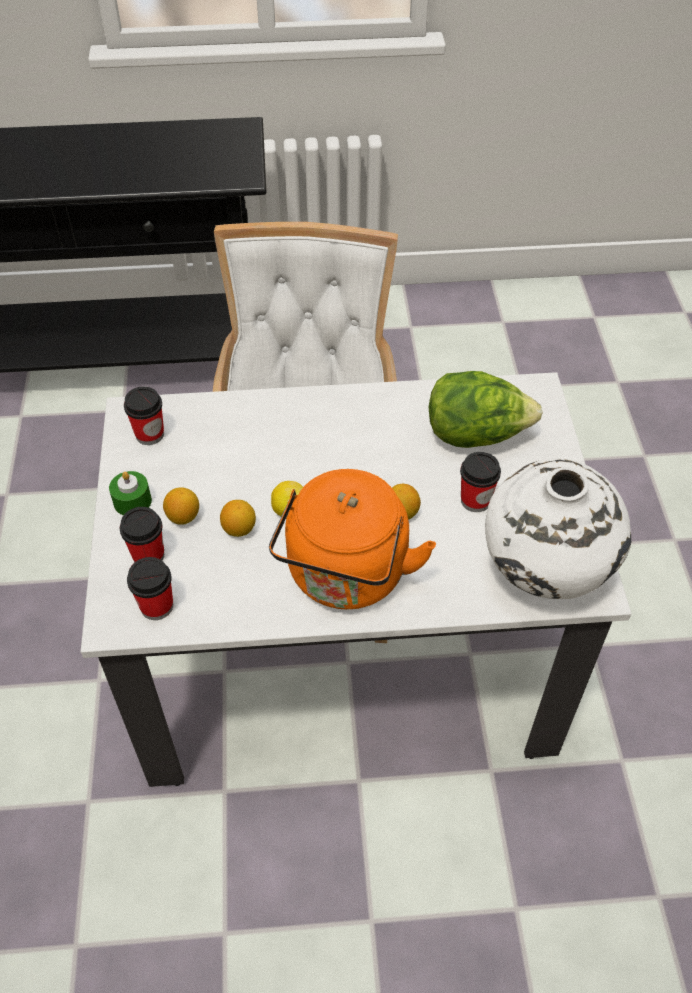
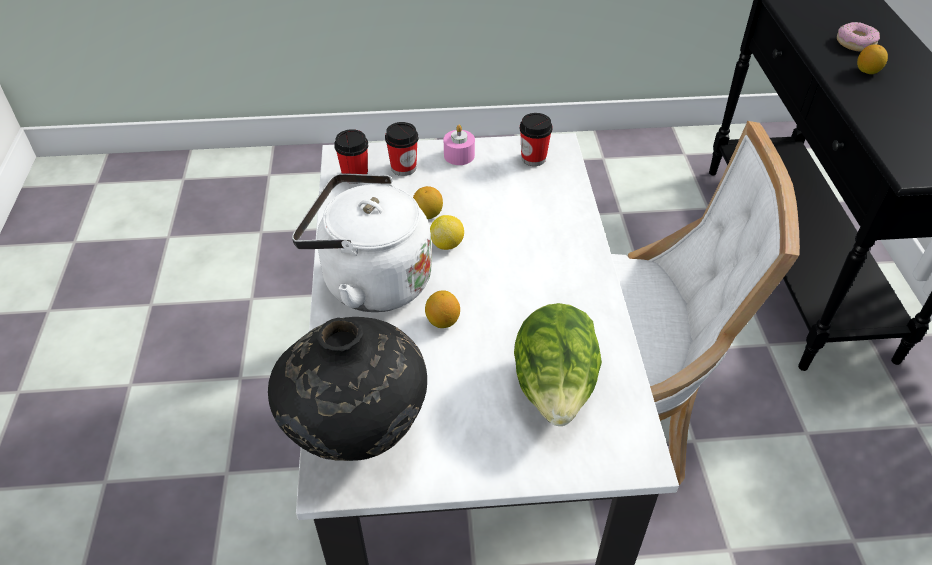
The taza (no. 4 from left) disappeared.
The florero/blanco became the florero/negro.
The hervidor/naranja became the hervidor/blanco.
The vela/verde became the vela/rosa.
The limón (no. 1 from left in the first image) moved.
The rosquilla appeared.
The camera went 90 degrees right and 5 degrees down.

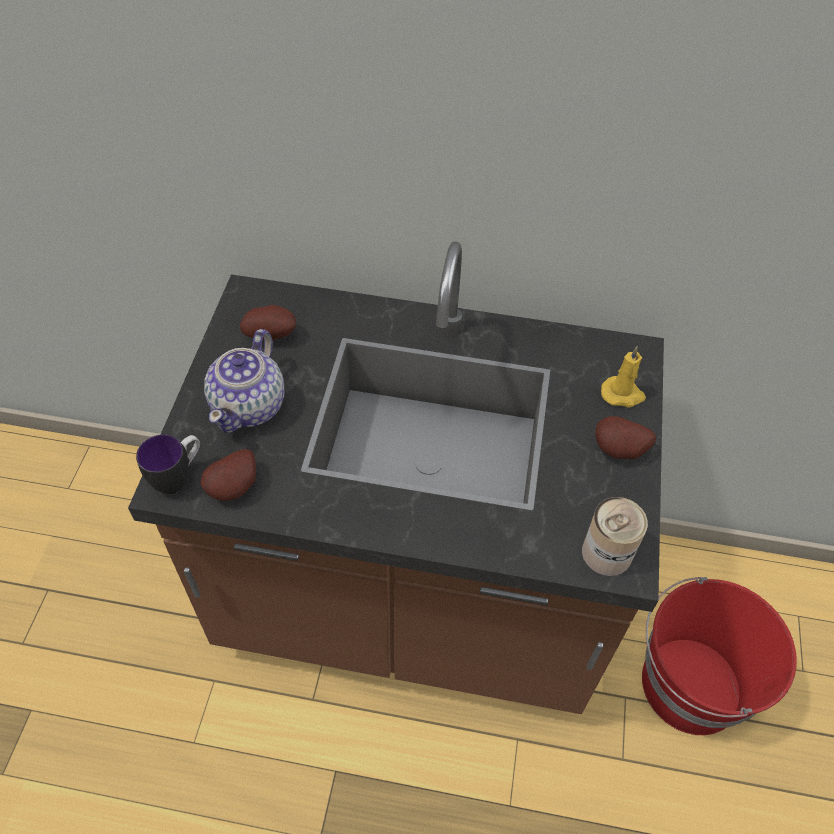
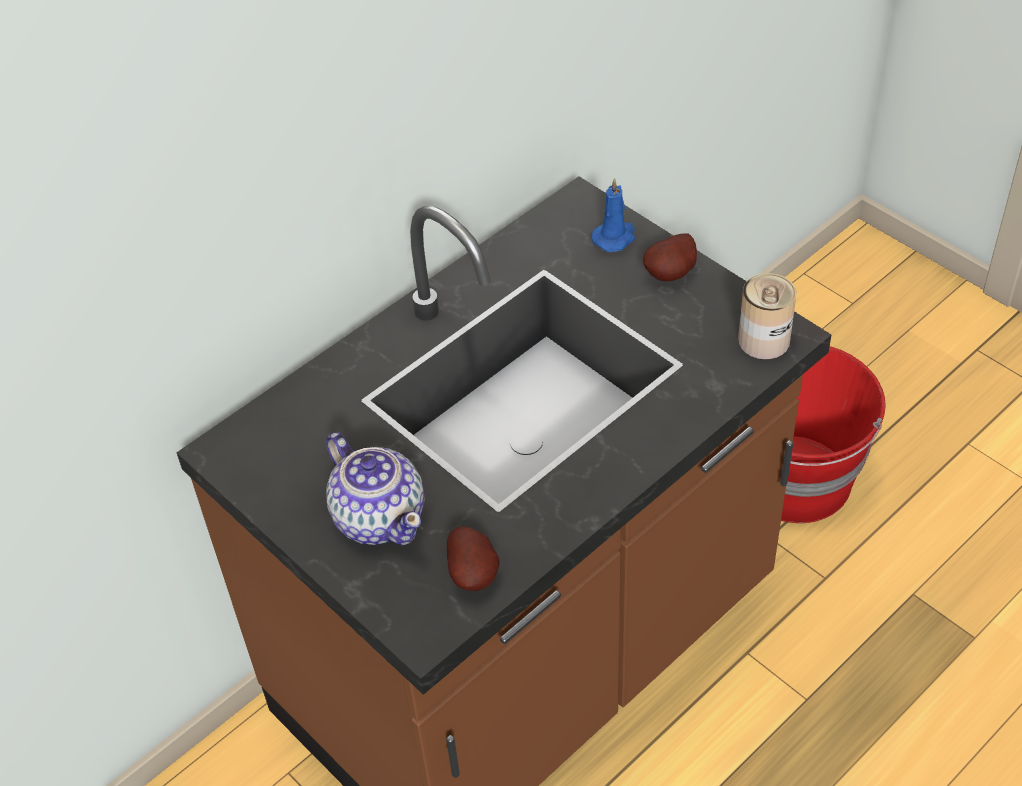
The patata (no. 2 from left) disappeared.
The vela/amarillo became the vela/azul.
The taza grande disappeared.
The camera went 50 degrees left and 5 degrees down.

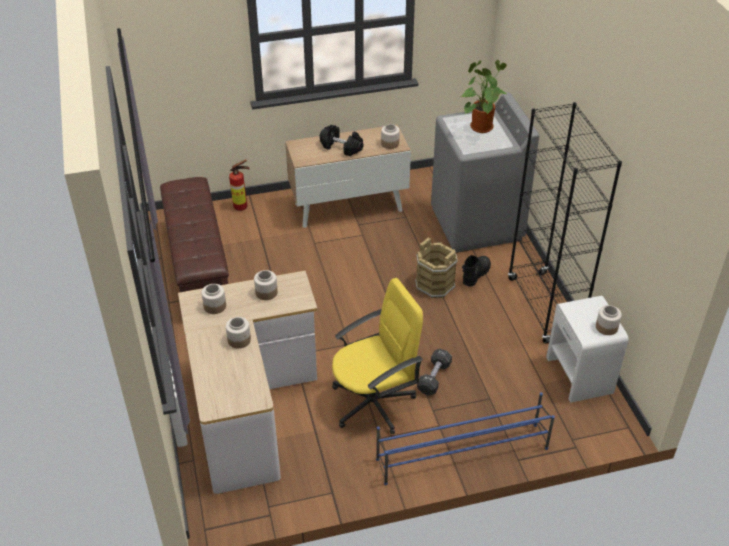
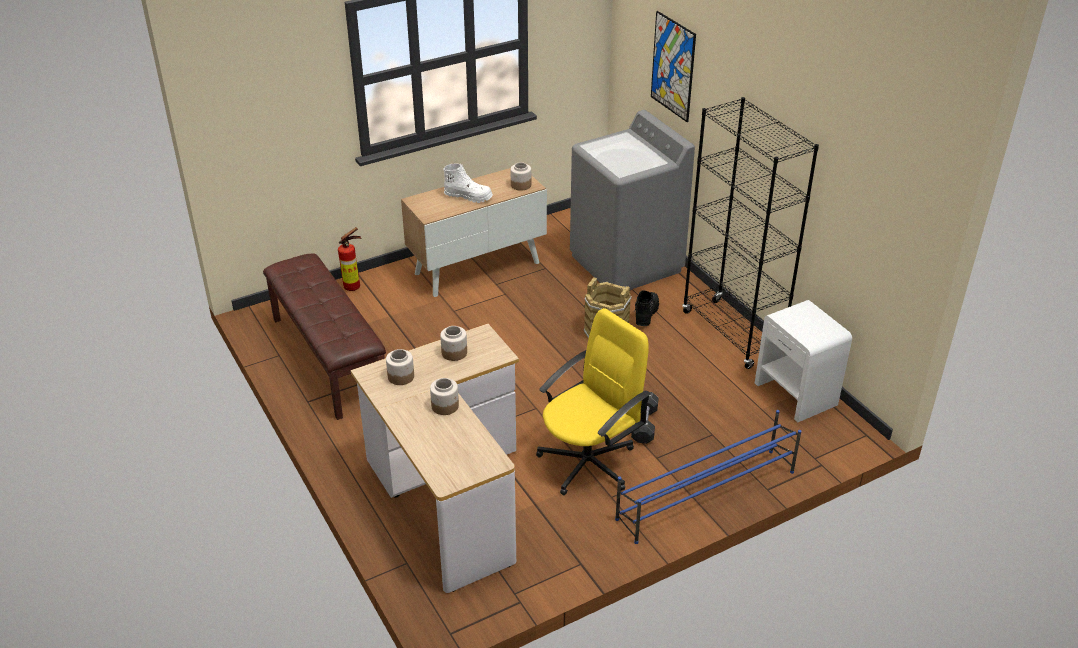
The planta en maceta disappeared.
The mancuerna/negro (no. 1 from left) was replaced by the bota/blanco.
The tarro (no. 5 from left) disappeared.
The cuadro appeared.
The camera went 15 degrees left and 5 degrees down.

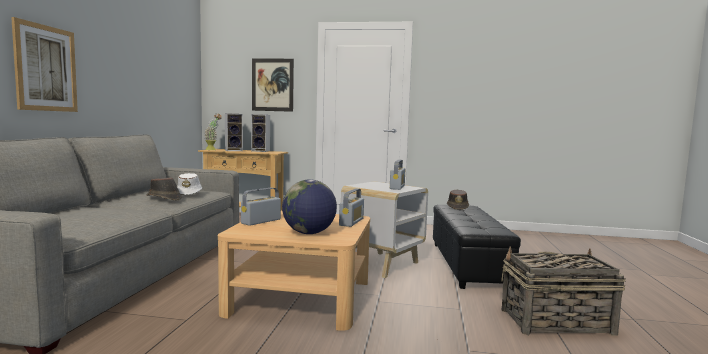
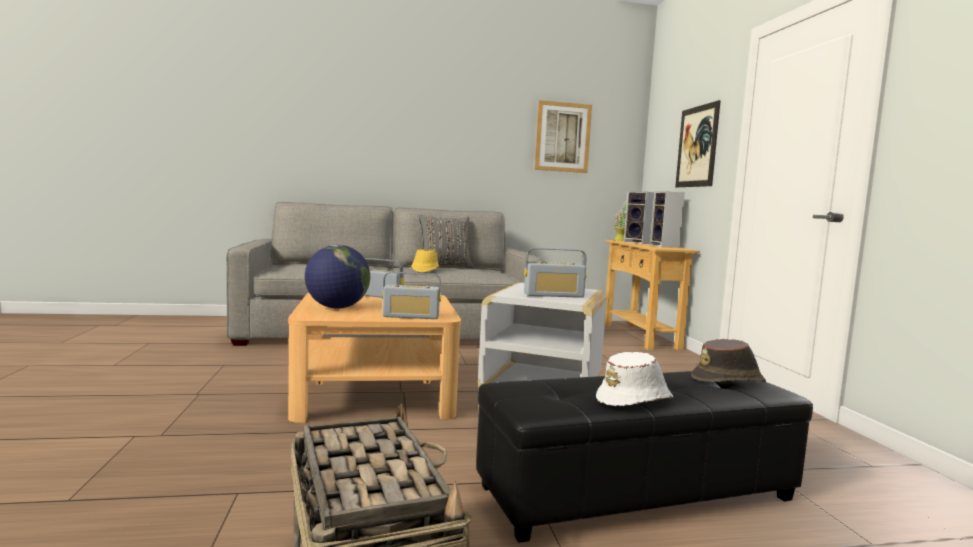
The cuadro (no. 1 from left) moved.
The sombrero/blanco moved.
The sombrero/marrón (no. 1 from left) became the sombrero/amarillo.
The cojín/gris appeared.
The camera went 70 degrees right and 0 degrees up.

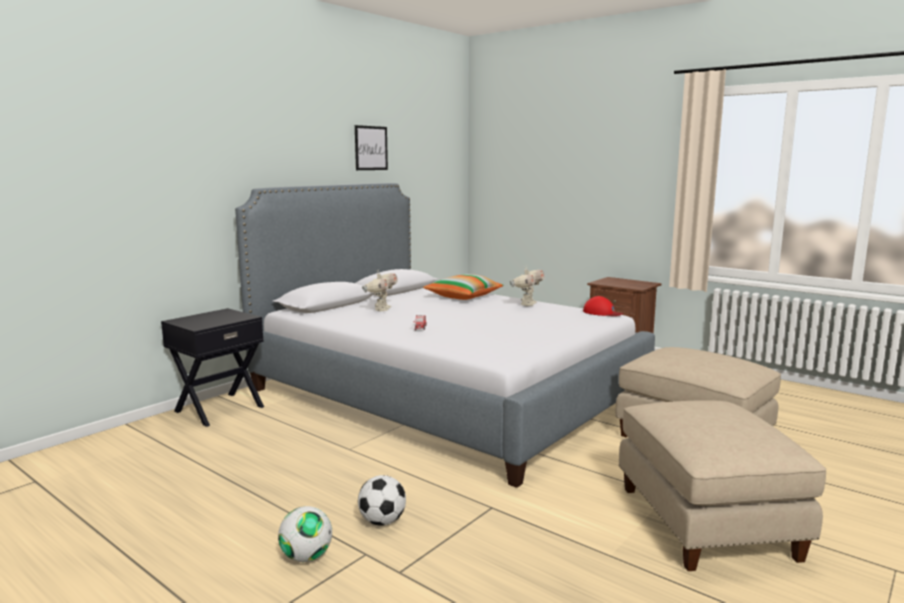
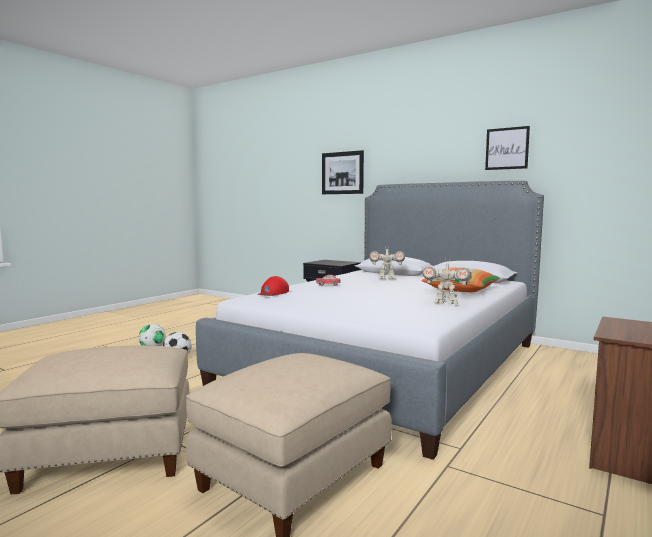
The gorra/rojo moved.
The cuadro (no. 1 from left) appeared.
The camera went 85 degrees right and 5 degrees down.

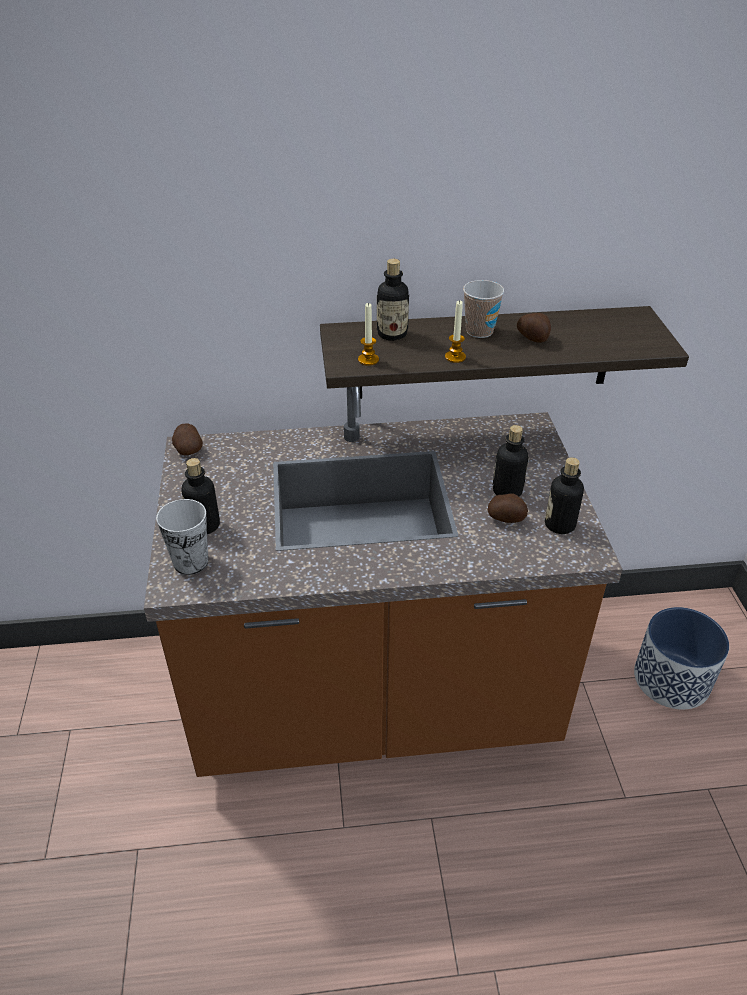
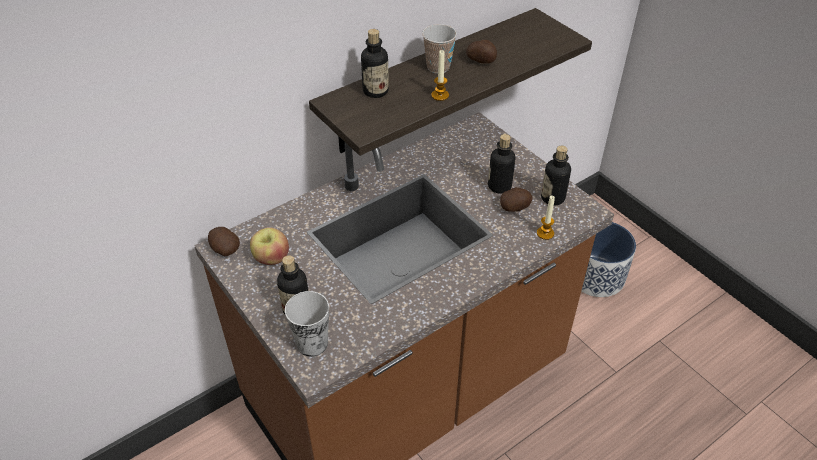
The vela (no. 1 from left in the first image) moved.
The manzana appeared.
The camera went 30 degrees left and 5 degrees up.

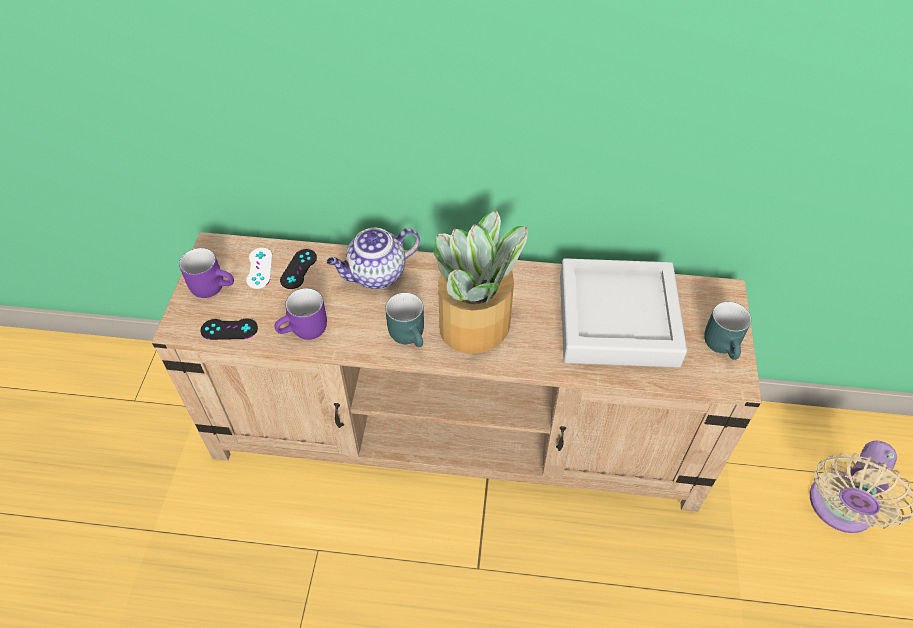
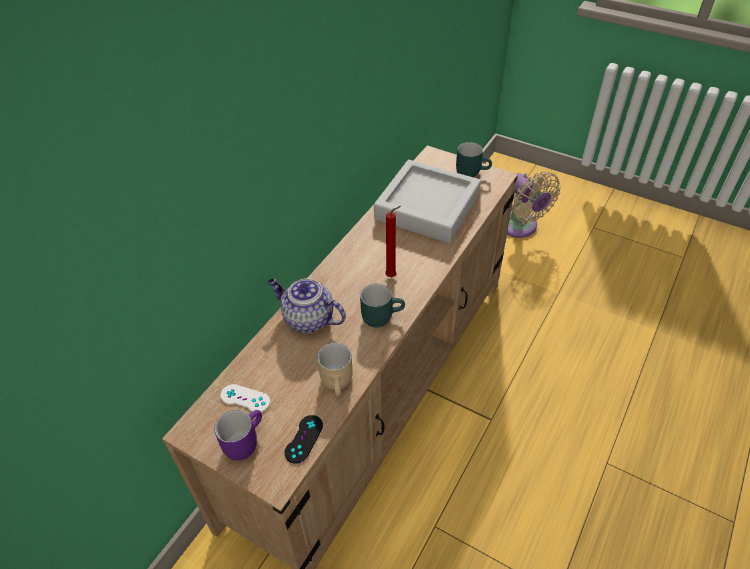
The planta en maceta was replaced by the vela/rojo.
The tetera turned 120 degrees clockwise.
The mando de consola/negro (no. 2 from left) disappeared.
The taza grande/morado (no. 2 from left) became the taza grande/beis.
The camera went 65 degrees left and 5 degrees down.

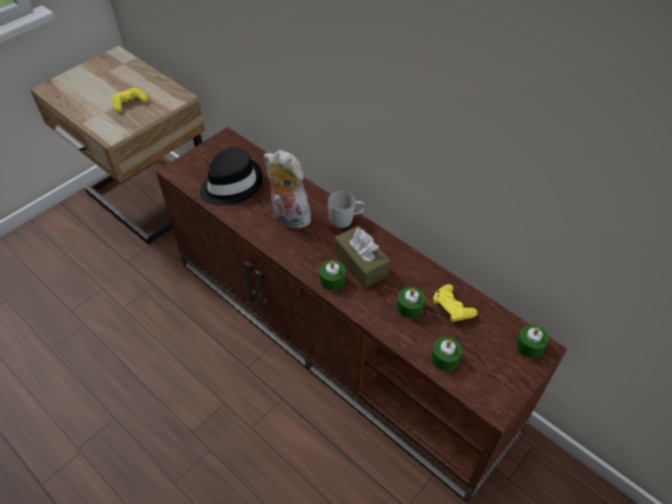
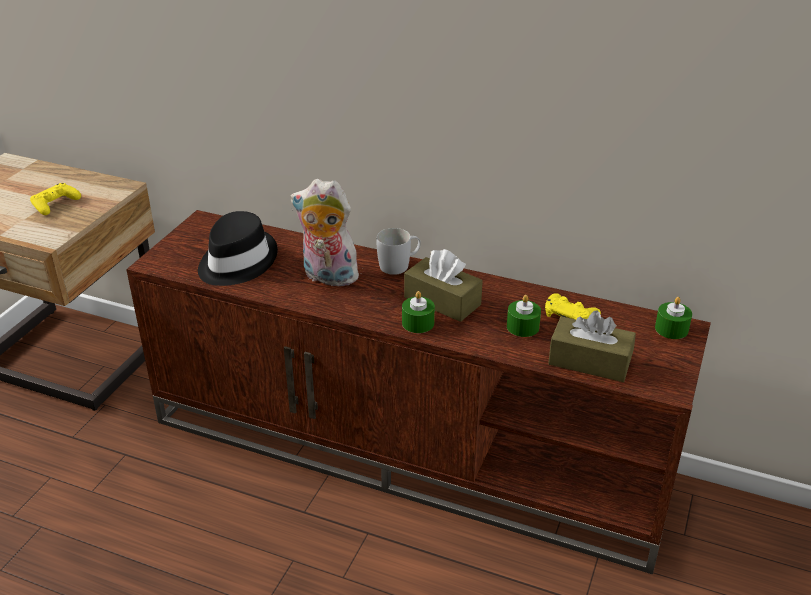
The vela/verde (no. 3 from left) was replaced by the caja de pañuelos/marrón (no. 2 from left).
The camera went 20 degrees left and 15 degrees down.

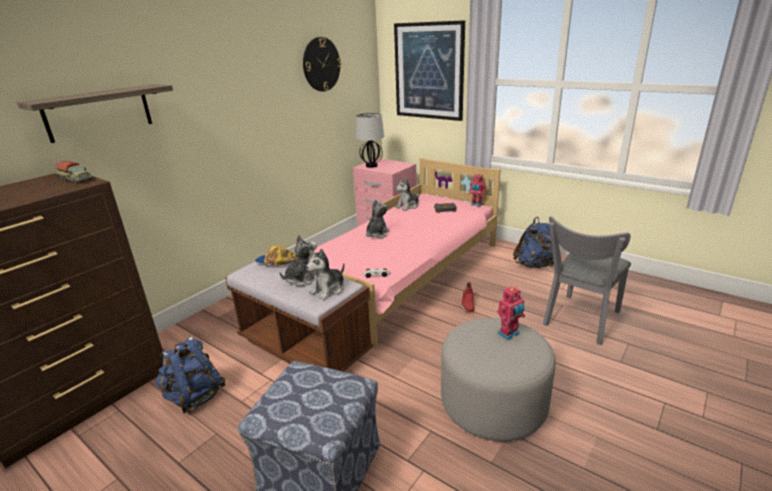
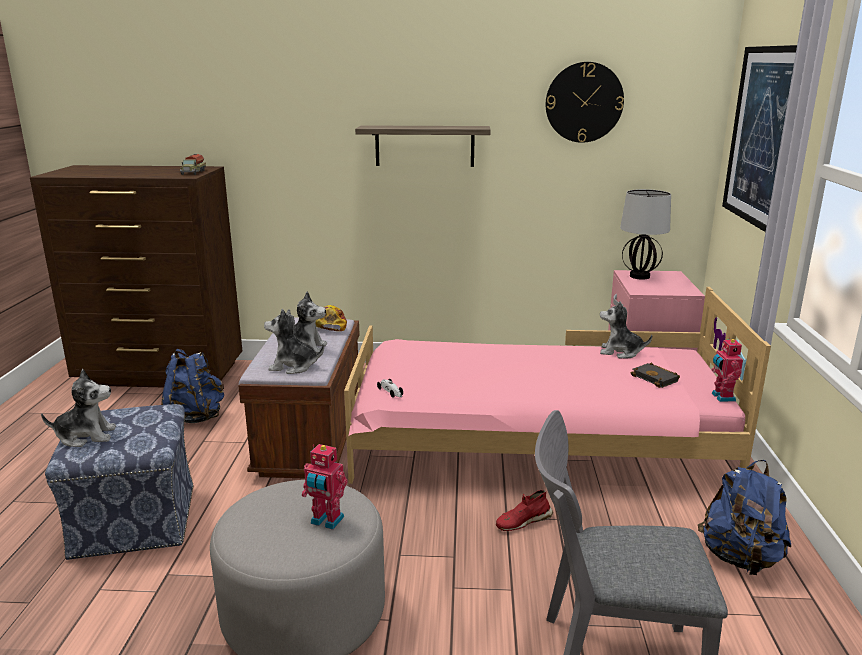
The estante moved.
The peluche (no. 3 from left in the first image) moved.
The camera went 55 degrees right and 5 degrees down.

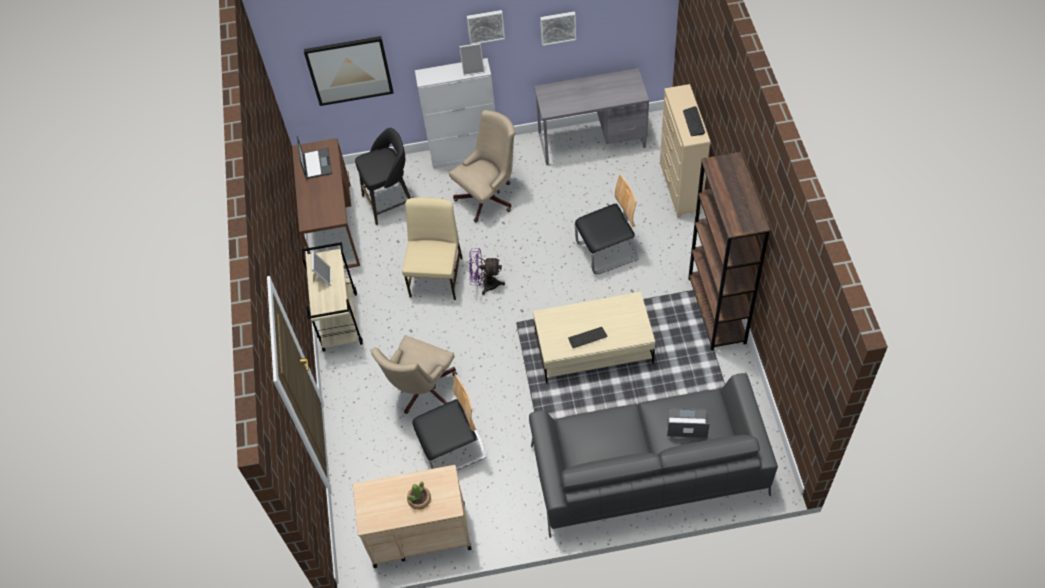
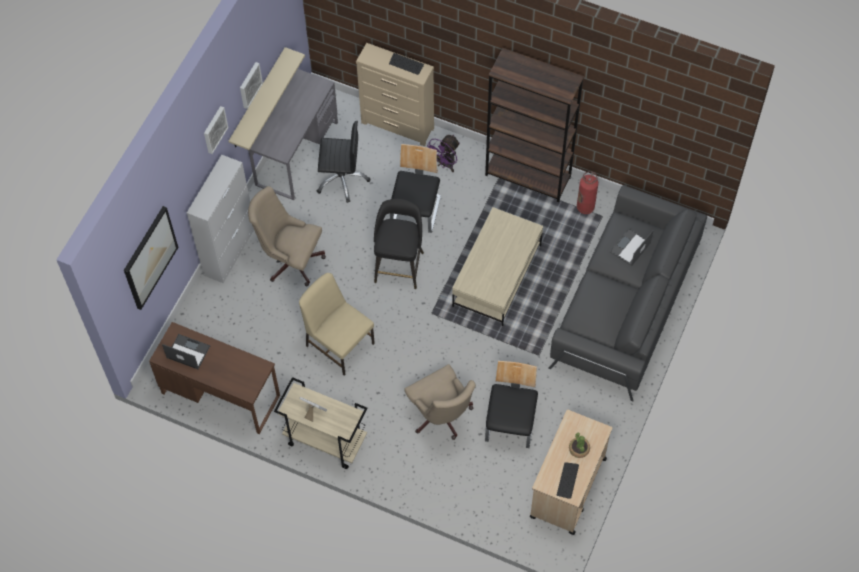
The portarretratos (no. 2 from left) disappeared.
The silla de oficina/beis (no. 2 from left in the first image) turned 60 degrees counterclockwise.
The taburete/negro moved.
The ventilador/morado moved.
The teclado (no. 1 from left in the first image) moved.
The estante/beis appeared.
The silla de oficina/negro appeared.
The extintor appeared.
The camera went 60 degrees left and 5 degrees up.

